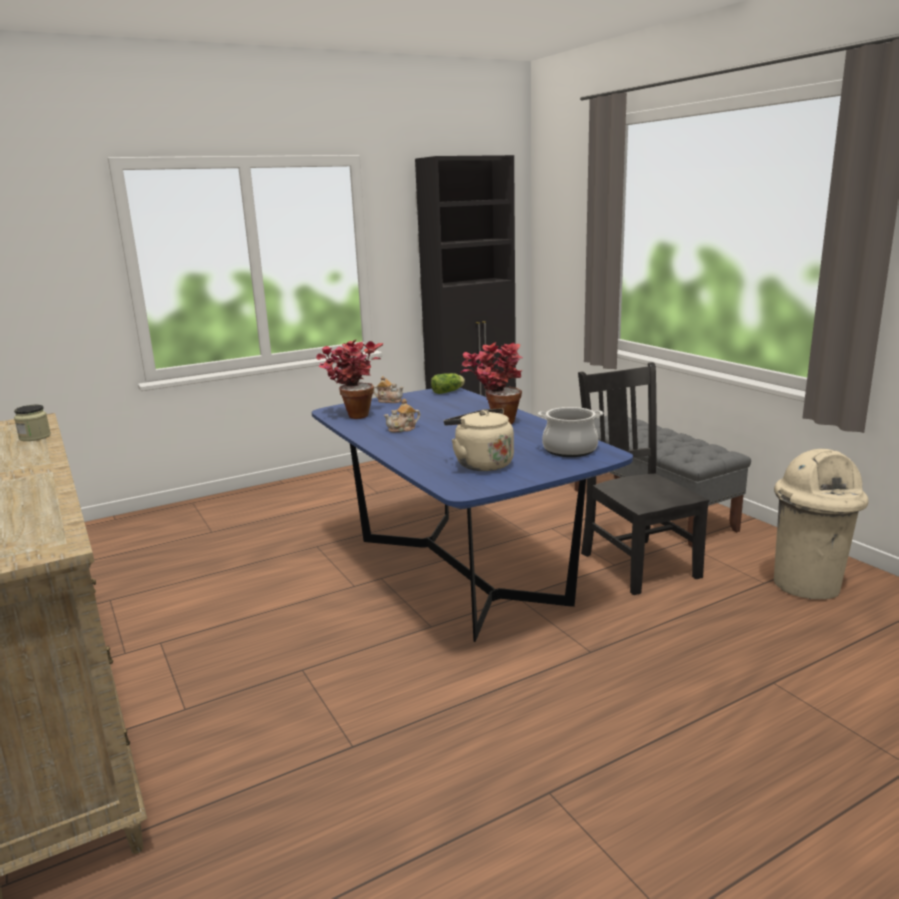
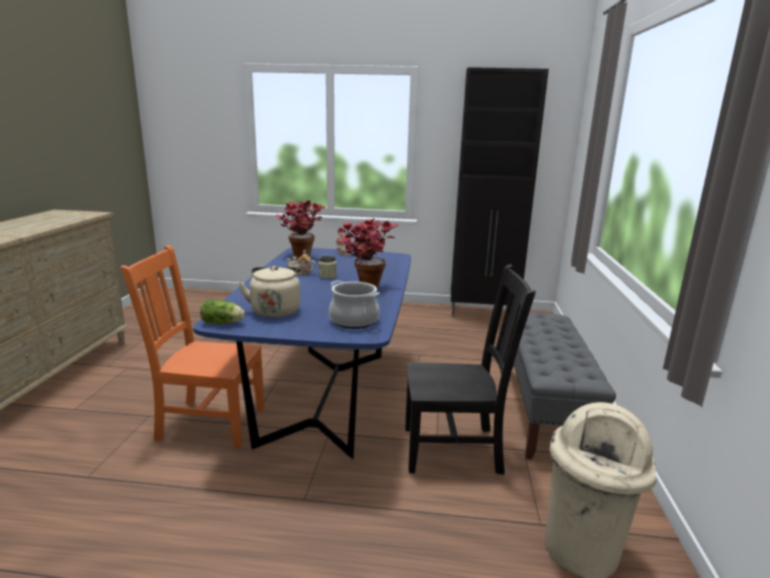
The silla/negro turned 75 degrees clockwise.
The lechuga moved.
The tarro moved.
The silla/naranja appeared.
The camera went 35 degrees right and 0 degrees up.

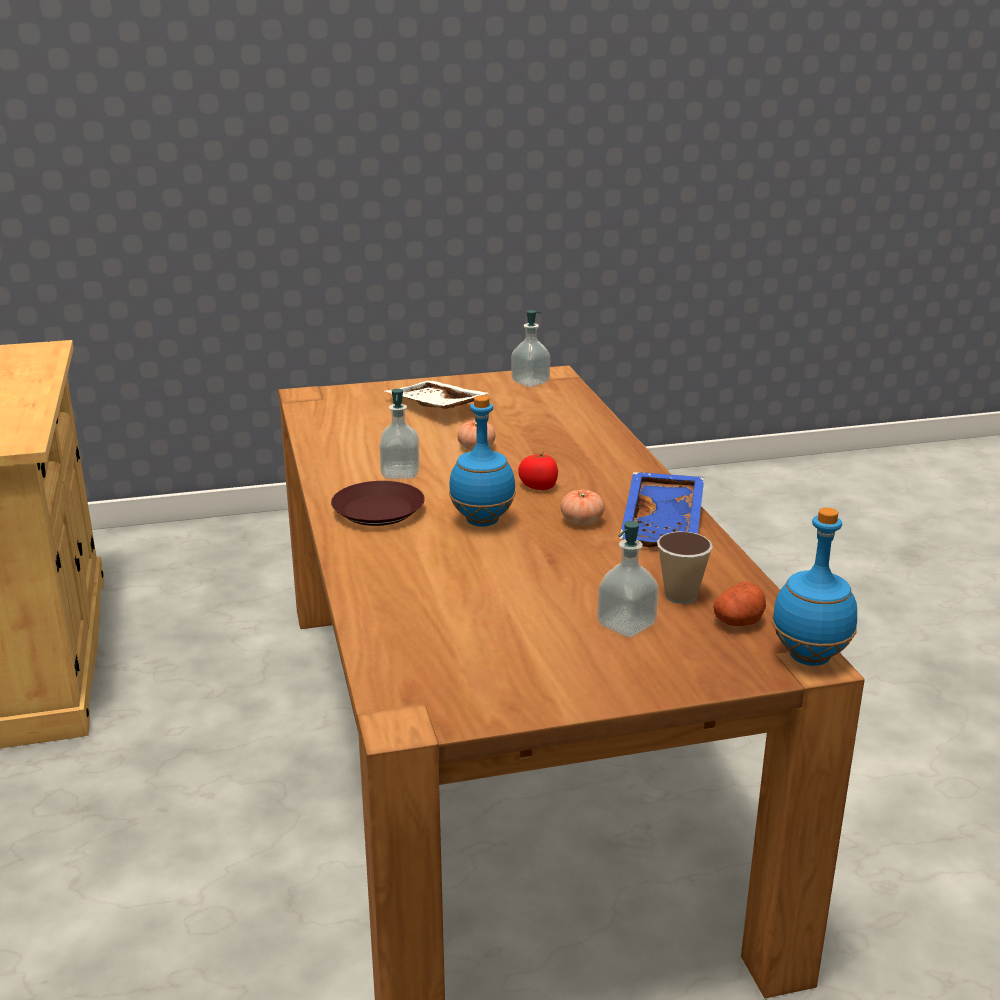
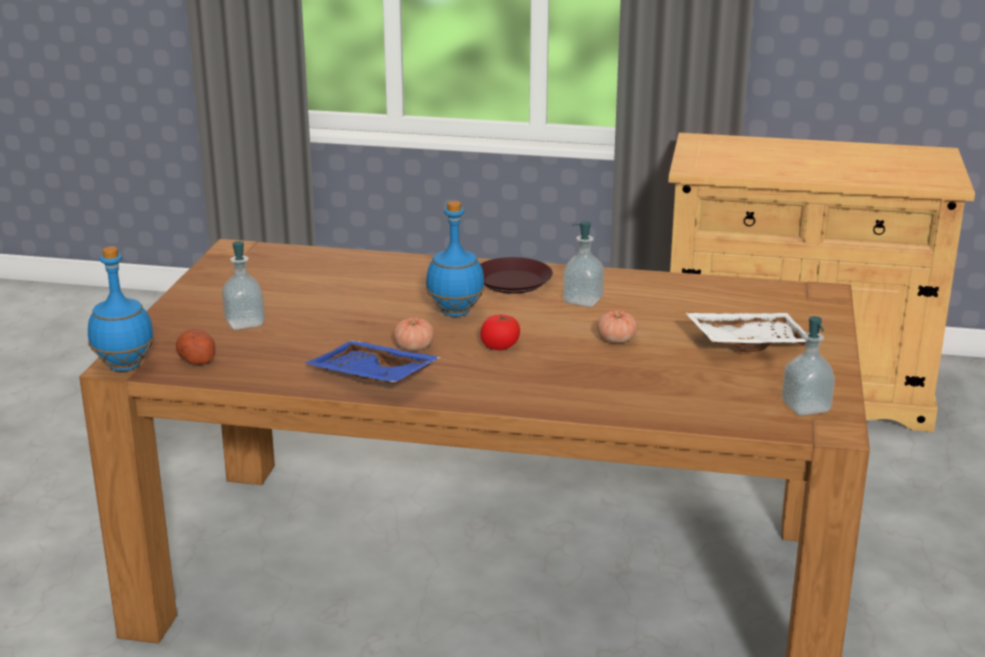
The taza disappeared.
The camera went 115 degrees right and 0 degrees up.

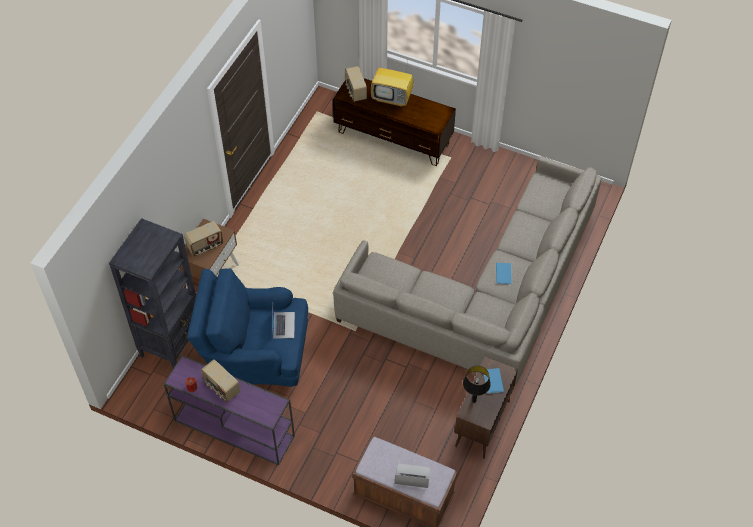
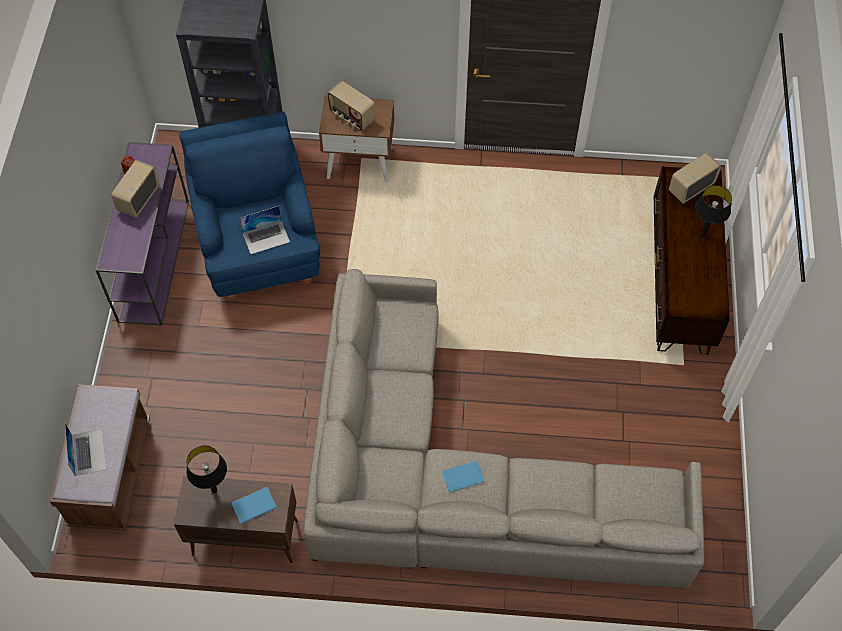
The televisor was replaced by the lámpara de mesa/negro (no. 2 from left).
The camera went 70 degrees right and 5 degrees up.

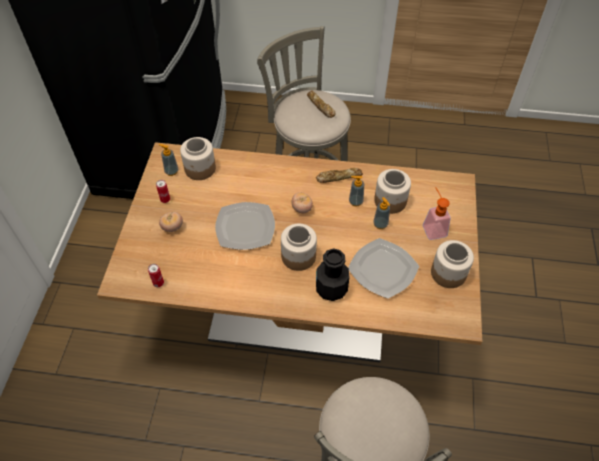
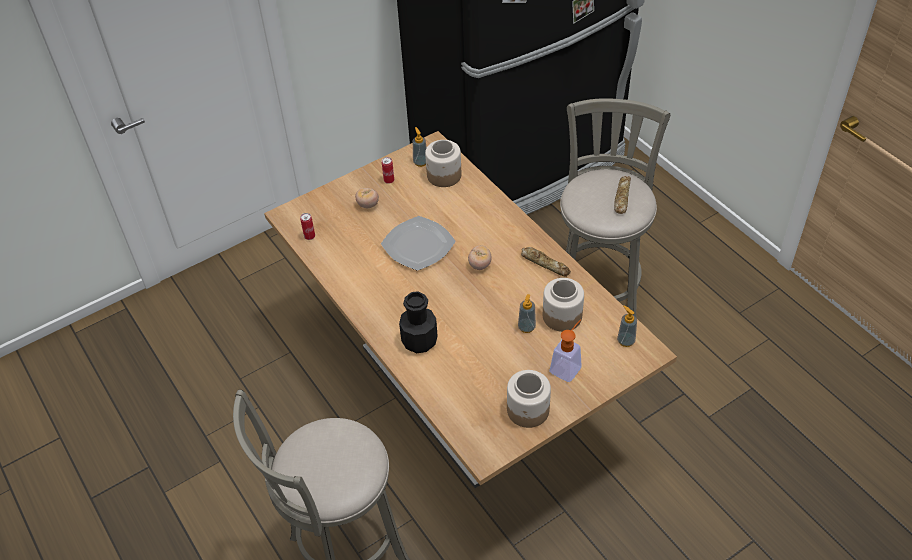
The dispensador de jabón (no. 2 from left in the first image) moved.
The tarro (no. 2 from left) disappeared.
The plato (no. 2 from left) disappeared.
The camera went 50 degrees right and 5 degrees down.

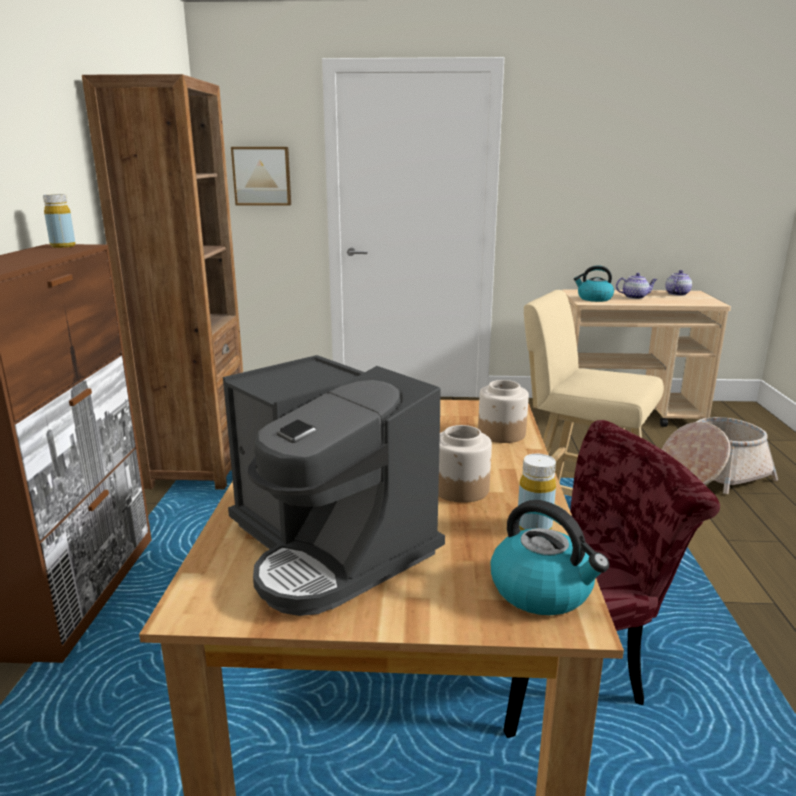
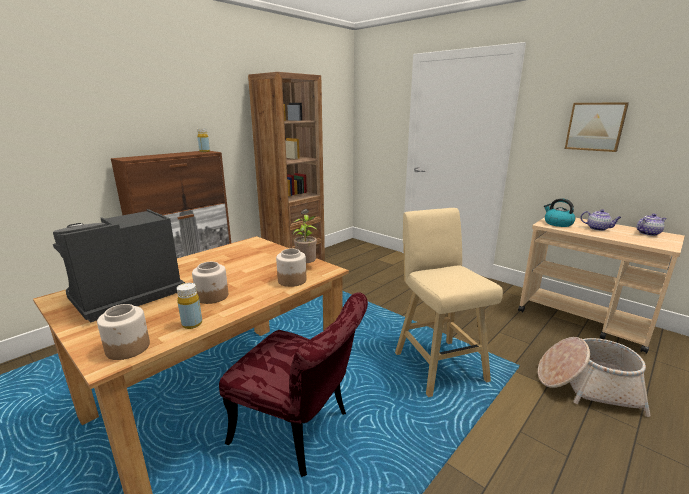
The cuadro moved.
The cafetera turned 45 degrees clockwise.
The hervidor (no. 1 from left) was replaced by the tarro (no. 1 from left).
The planta en maceta appeared.
The camera went 40 degrees right and 0 degrees up.

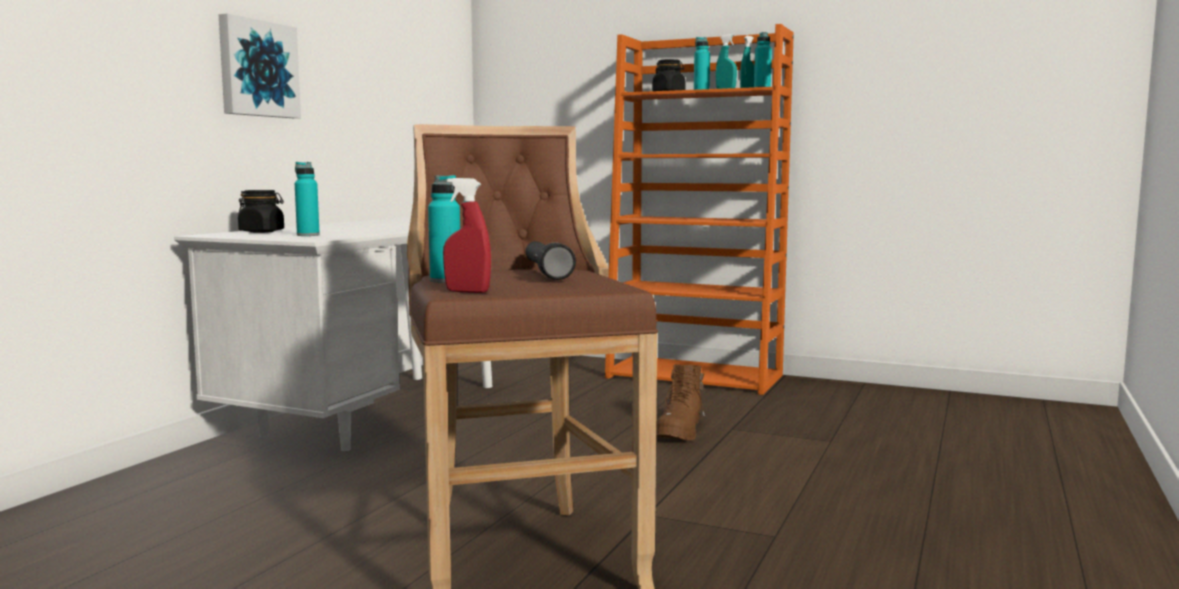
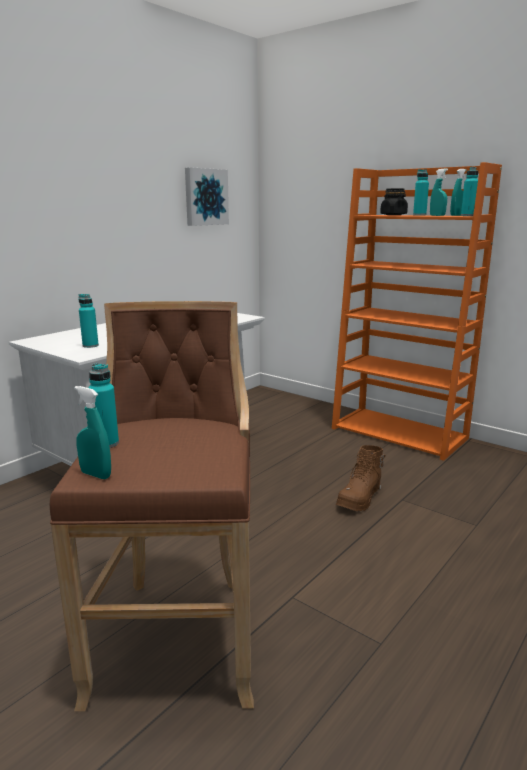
The cuadro moved.
The pulverizador/rojo became the pulverizador/turquesa (no. 1 from left).
The tarro/negro (no. 1 from left) disappeared.
The linterna/negro disappeared.
The camera went 15 degrees right and 10 degrees up.

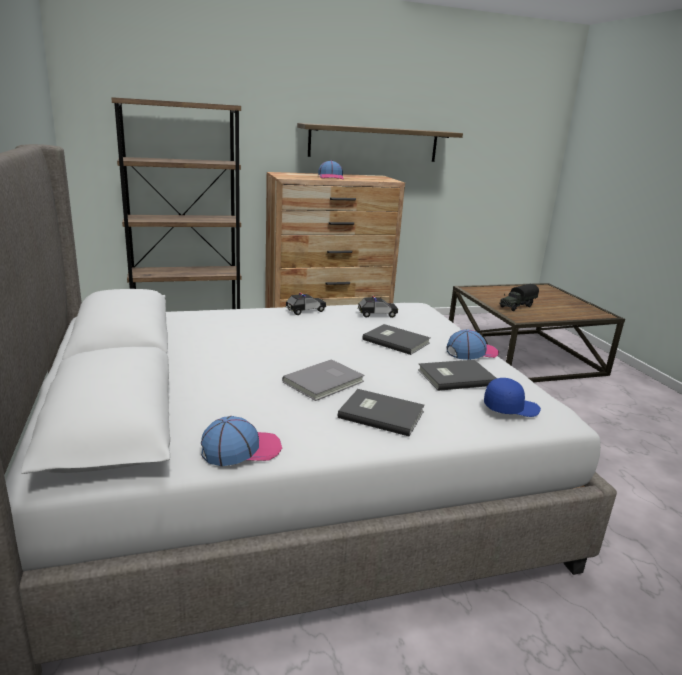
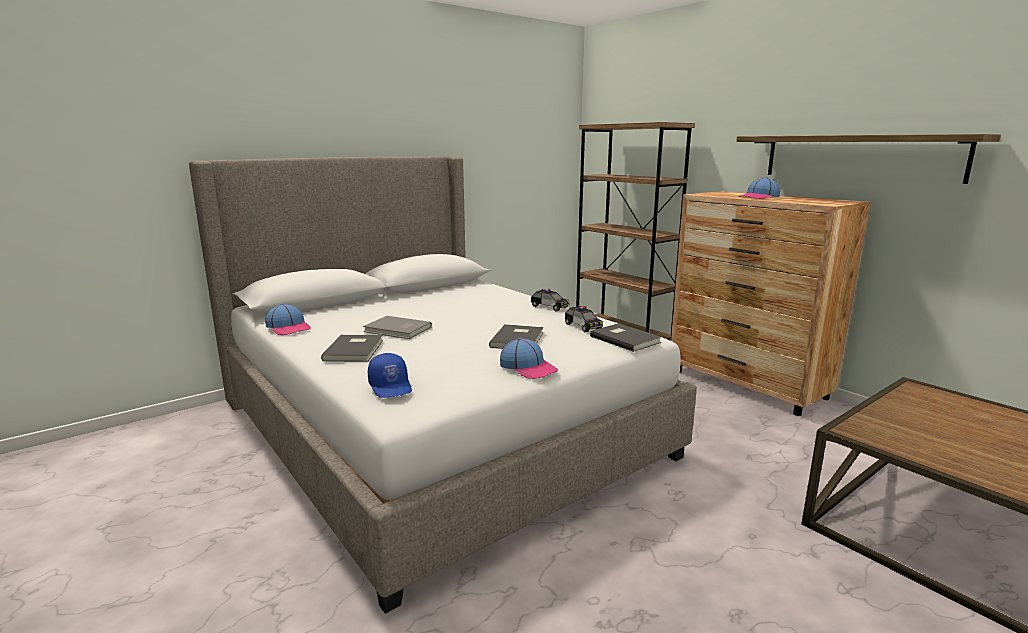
The camión de juguete disappeared.
The libro/gris (no. 4 from left) moved.
The camera went 70 degrees right and 5 degrees down.

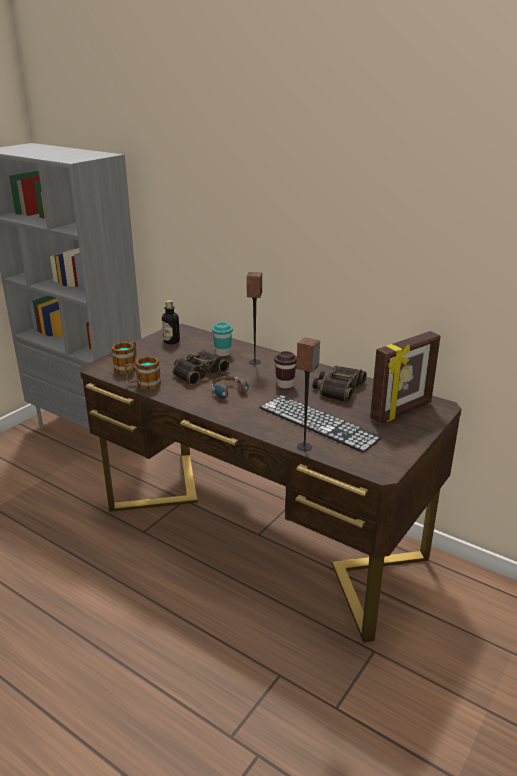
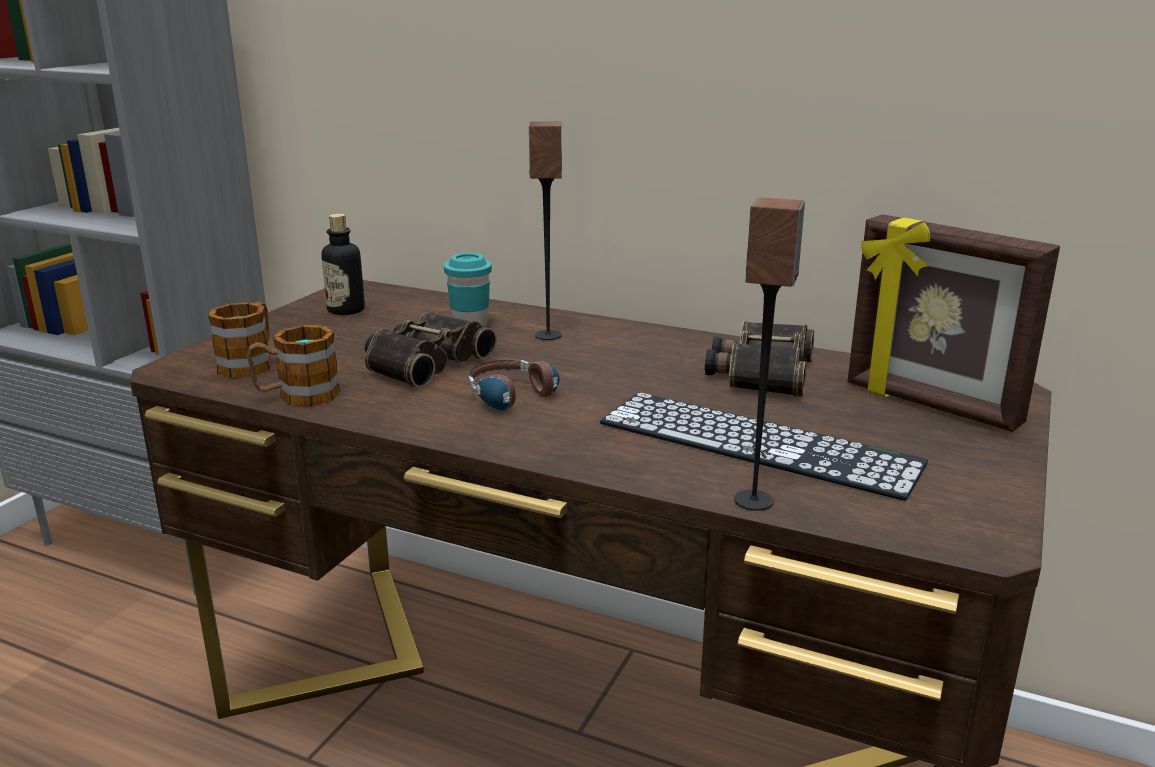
The portarretratos turned 90 degrees clockwise.
The taza/marrón disappeared.
The camera went 10 degrees left and 5 degrees down.

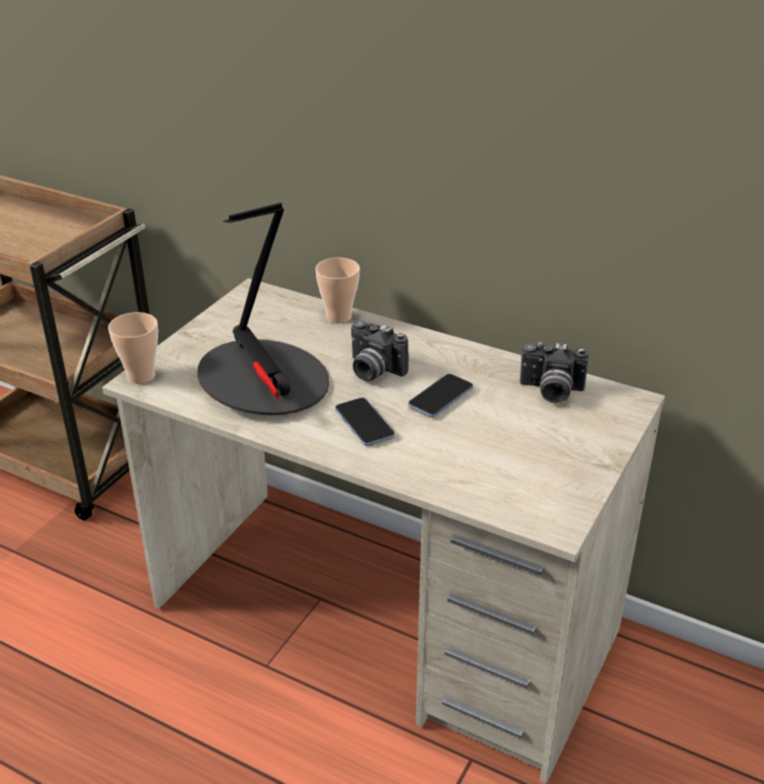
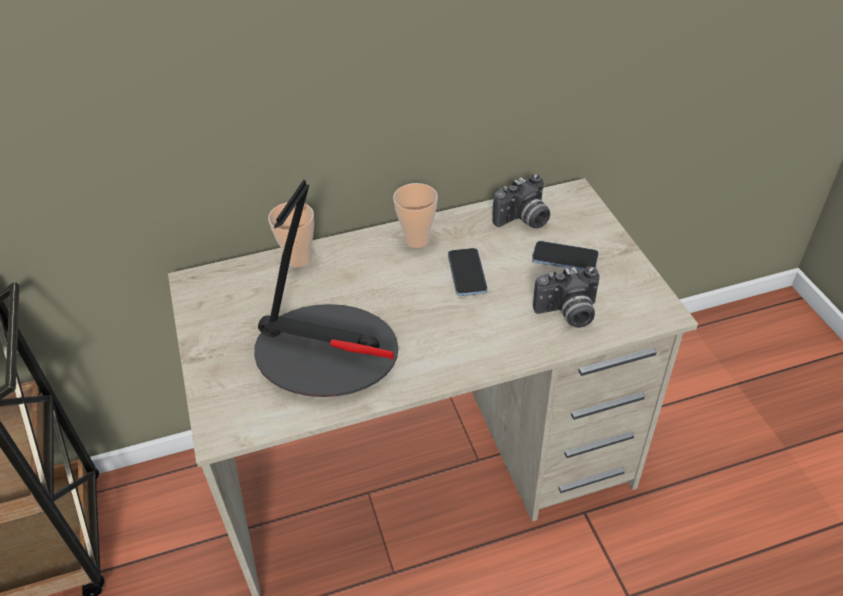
The taza (no. 1 from left in the first image) moved.
The cámara (no. 1 from left in the first image) moved.
The móvil (no. 1 from left in the first image) moved.
The camera went 45 degrees left and 10 degrees up.

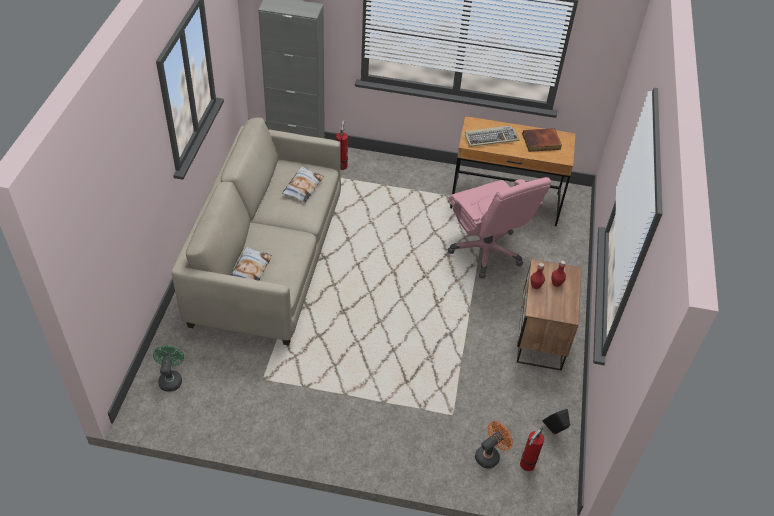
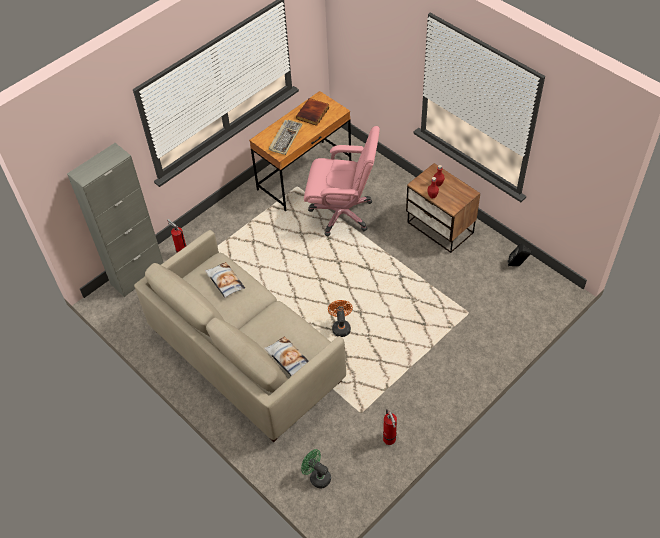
The ventilador/naranja moved.
The extintor (no. 2 from left) moved.
The camera went 50 degrees left and 5 degrees up.

